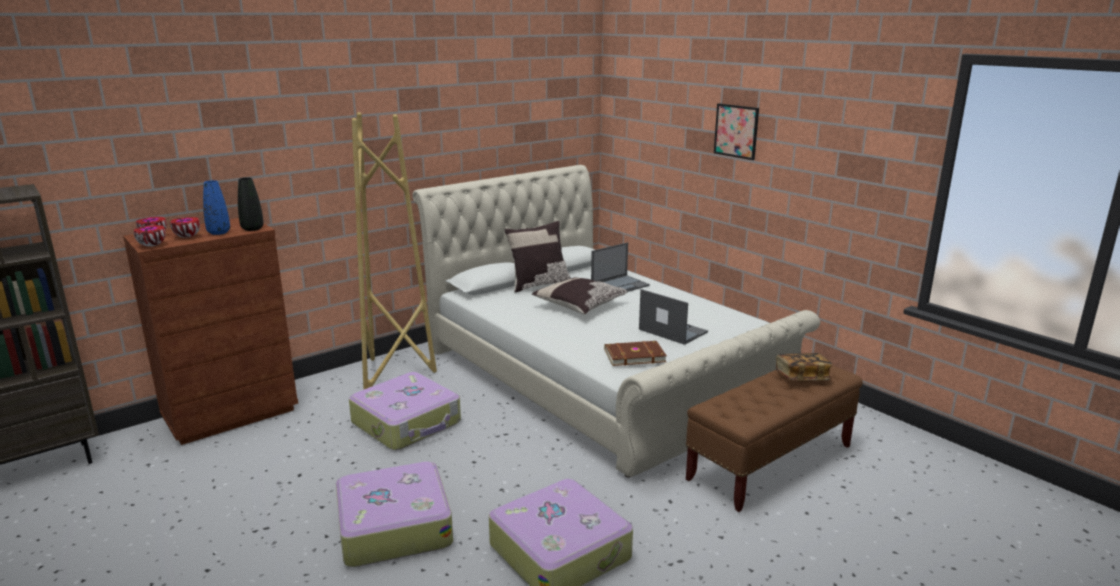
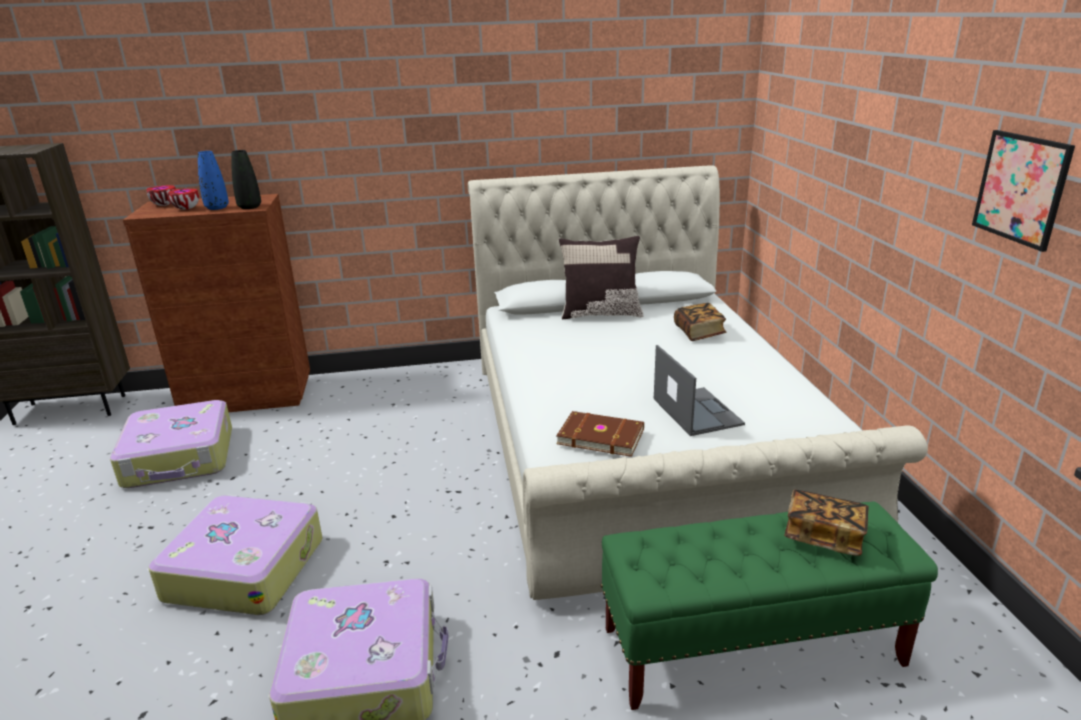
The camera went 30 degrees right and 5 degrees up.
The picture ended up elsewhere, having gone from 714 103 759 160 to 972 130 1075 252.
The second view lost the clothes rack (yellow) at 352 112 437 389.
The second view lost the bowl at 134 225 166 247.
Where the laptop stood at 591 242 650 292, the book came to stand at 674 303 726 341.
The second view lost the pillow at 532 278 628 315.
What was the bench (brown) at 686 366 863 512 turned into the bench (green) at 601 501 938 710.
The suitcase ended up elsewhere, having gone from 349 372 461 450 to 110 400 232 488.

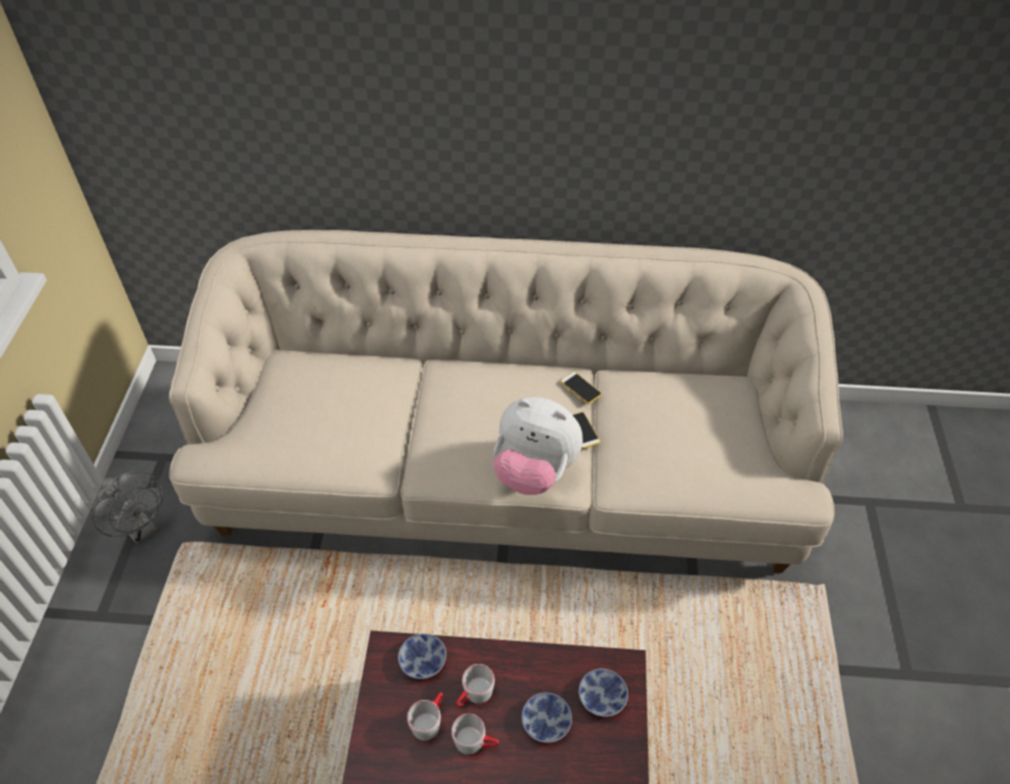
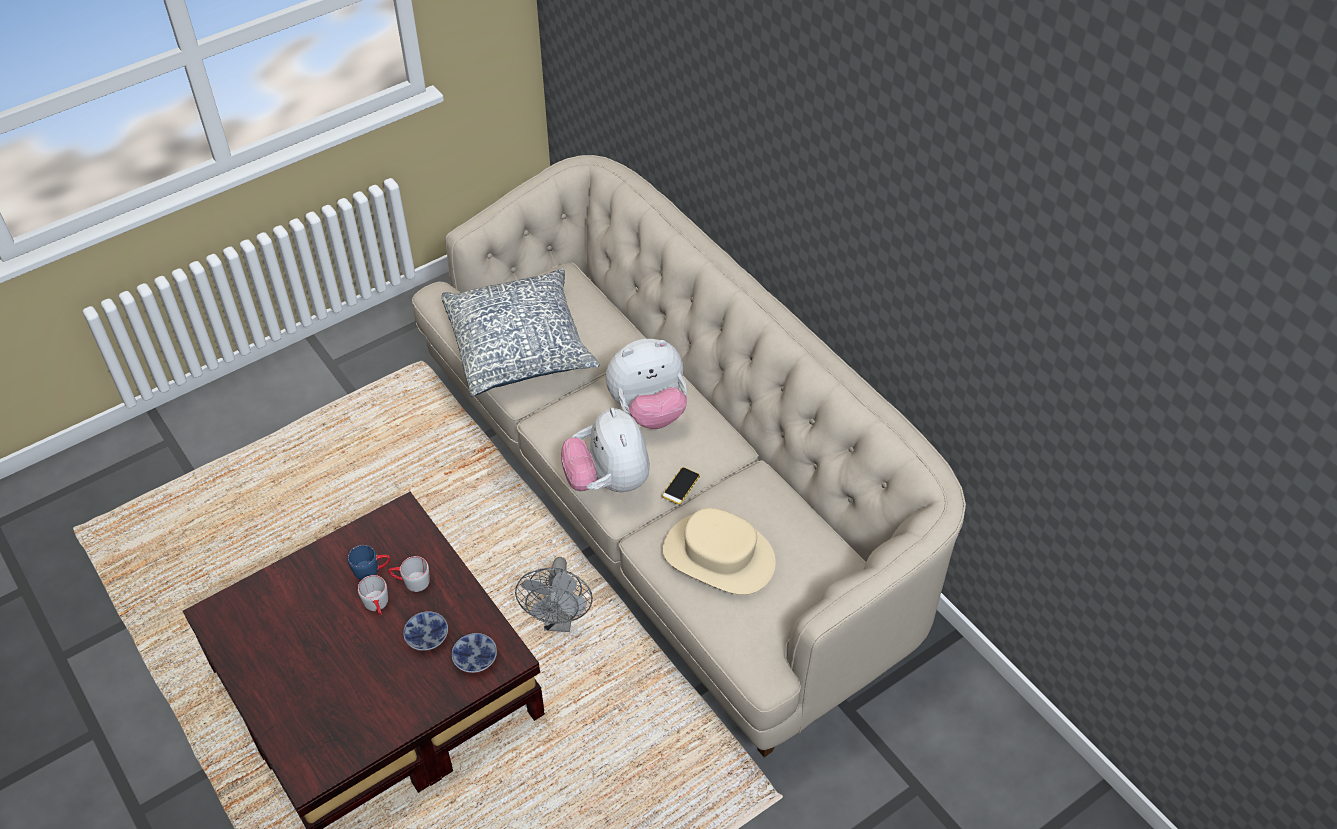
The camera went 50 degrees right and 0 degrees up.
The second view lost the phone at 560 372 602 404.
The fan (grey) ended up elsewhere, having gone from 91 471 164 544 to 515 557 593 632.
The second view lost the bowl at 398 633 446 679.
What was the mug (grey) at 407 692 443 741 turned into the mug (blue) at 348 545 390 580.
The second view gained the pillow at 442 268 600 397.
The second view gained the plush toy at 606 339 687 429.
The second view gained the hat (beige) at 663 508 776 595.

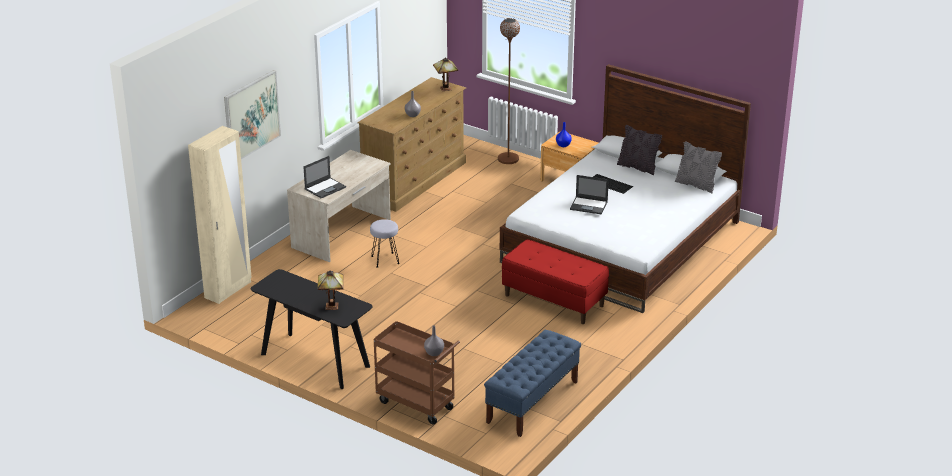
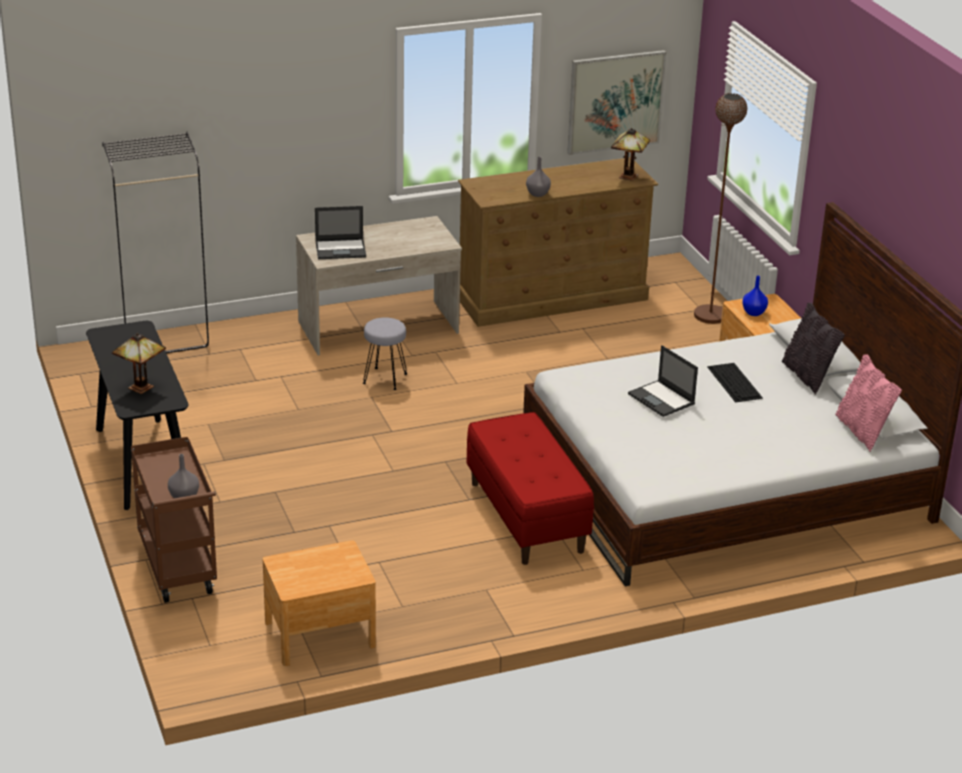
The camera went 35 degrees right and 0 degrees up.
The picture ended up elsewhere, having gone from 224 70 281 159 to 567 50 666 155.
Where the wardrobe (beige) stood at 188 126 252 304, the clothes rack (black) came to stand at 102 131 209 353.
What was the pillow (grey) at 675 142 722 193 turned into the pillow (pink) at 835 354 902 452.
Where the bench (blue) stood at 484 330 581 437, the nightstand (brown) came to stand at 263 540 376 666.

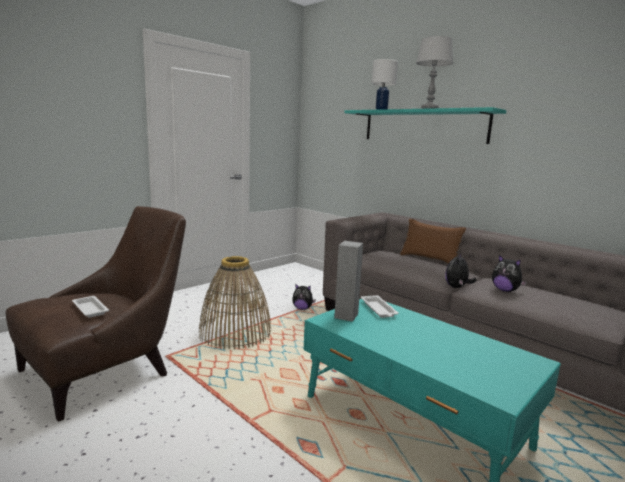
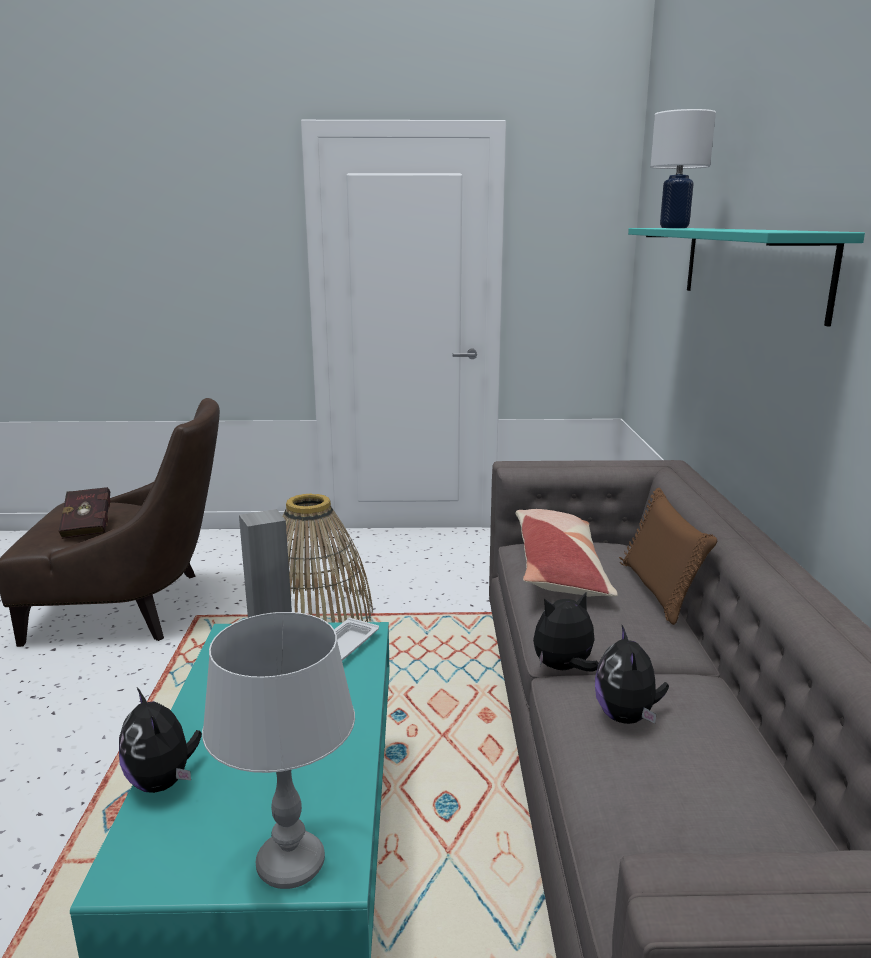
The camera went 45 degrees right and 5 degrees up.
The table lamp (grey) ended up elsewhere, having gone from 416 36 453 109 to 202 612 355 889.
The plush toy ended up elsewhere, having gone from 292 284 316 310 to 119 688 202 793.
Where the tray (white) stood at 72 296 109 318, the book (red) came to stand at 59 487 111 539.
The second view gained the pillow at 516 509 618 597.

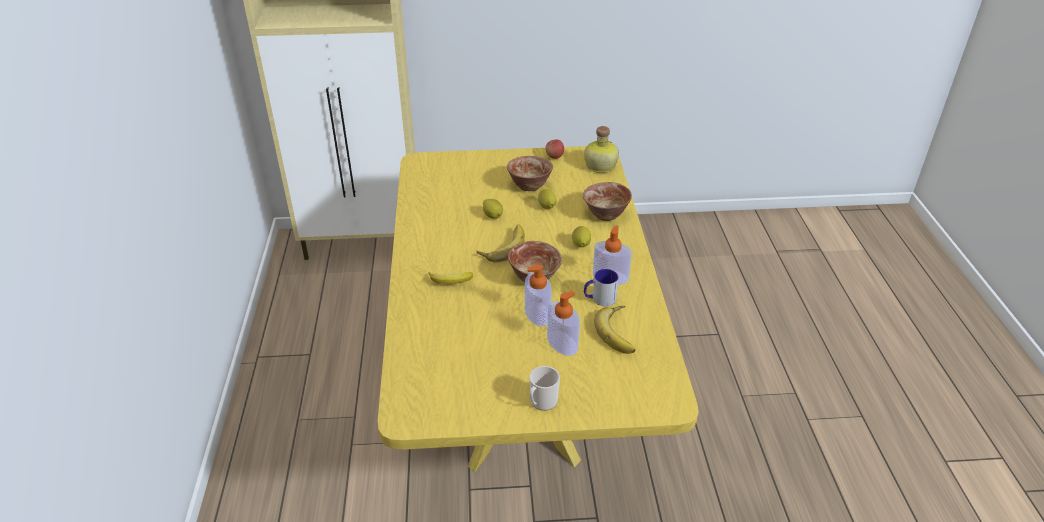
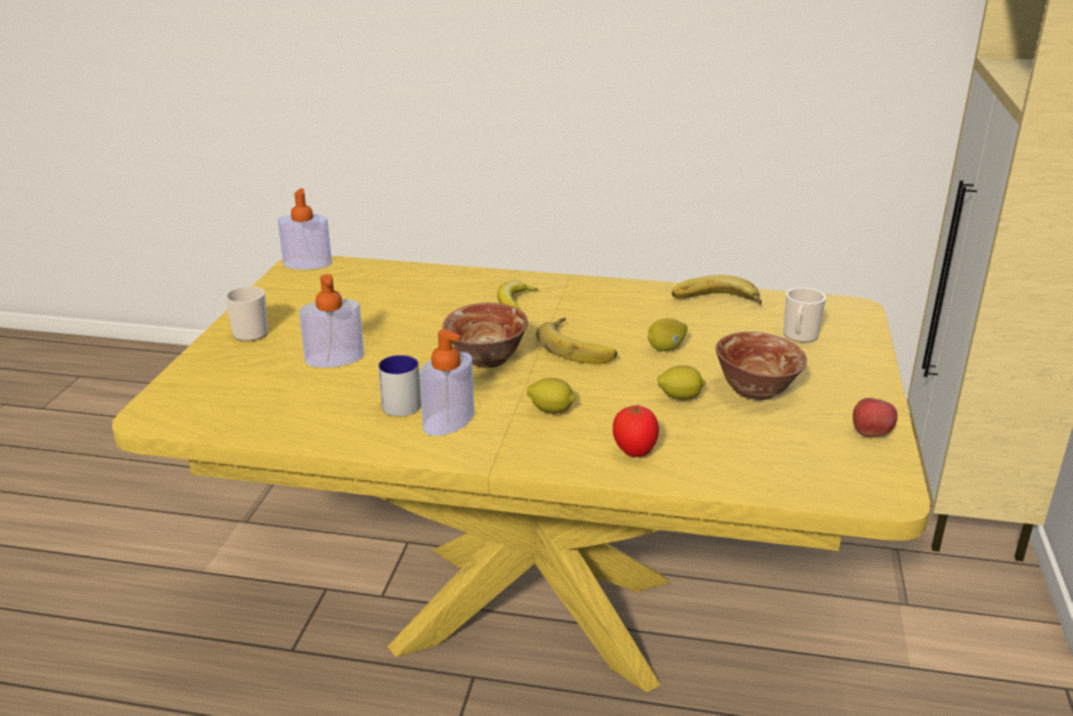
The camera went 105 degrees right and 10 degrees down.
The second view lost the bottle at 584 126 619 173.
Where the bowl stood at 583 182 632 221, the tomato came to stand at 613 405 659 457.
The soap dispenser ended up elsewhere, having gone from 525 265 552 326 to 278 188 332 270.
The banana ended up elsewhere, having gone from 594 306 635 354 to 672 275 762 305.
The second view gained the mug at 783 287 826 343.

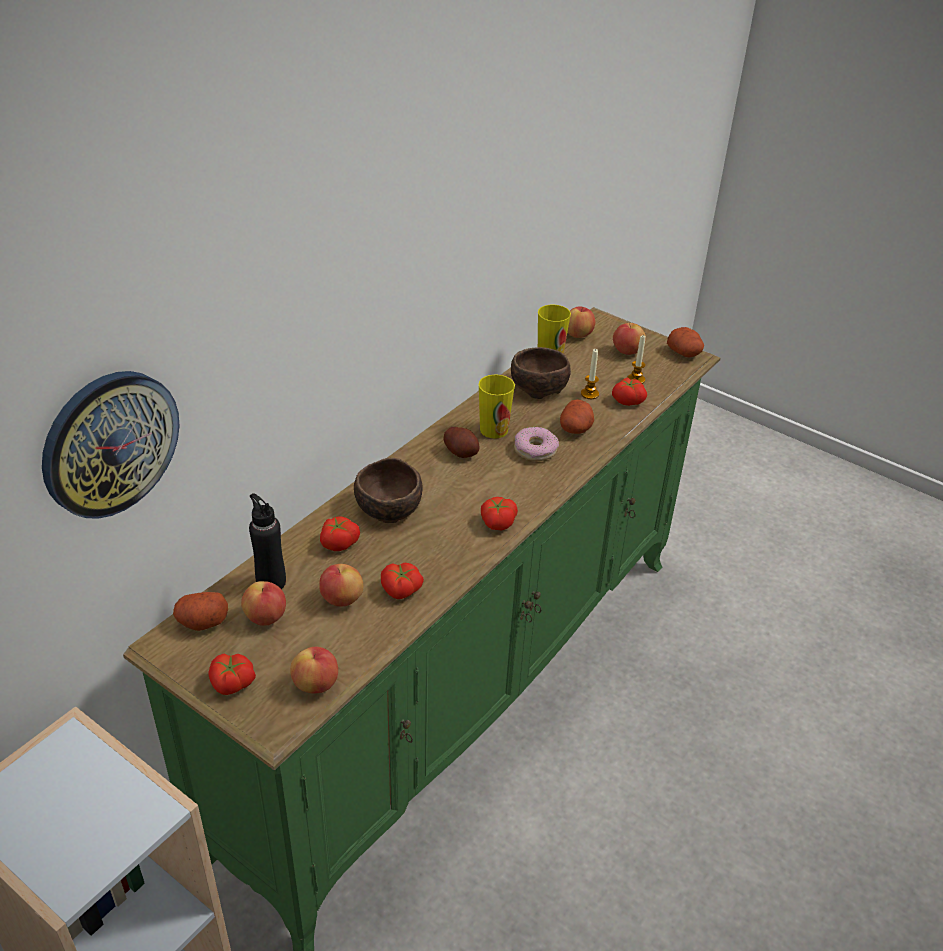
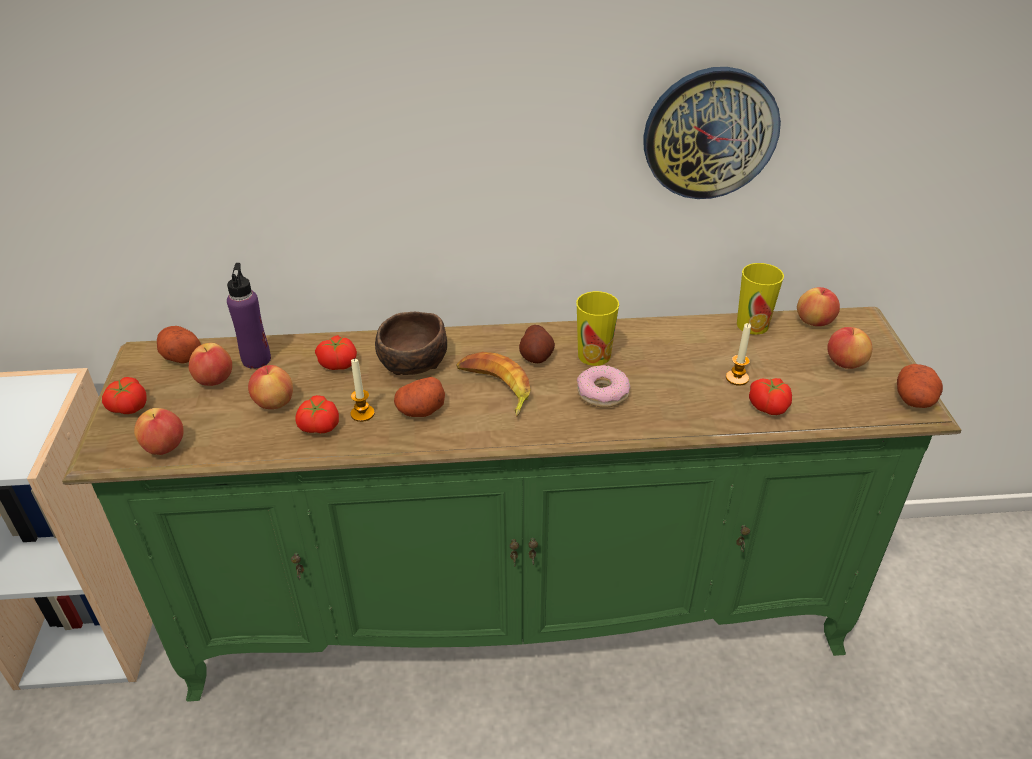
The camera went 50 degrees right and 0 degrees up.
The candle ended up elsewhere, having gone from 628 335 646 384 to 351 358 375 422.
The second view lost the bowl (brown) at 511 347 571 399.
The wall clock ended up elsewhere, having gone from 42 371 179 519 to 643 67 781 199.
The potato ended up elsewhere, having gone from 560 399 594 434 to 394 377 445 417.
What was the bottle (black) at 249 493 286 589 turned into the bottle (purple) at 227 263 271 369.
The second view lost the tomato at 481 497 518 530.
The second view gained the banana at 456 352 531 417.

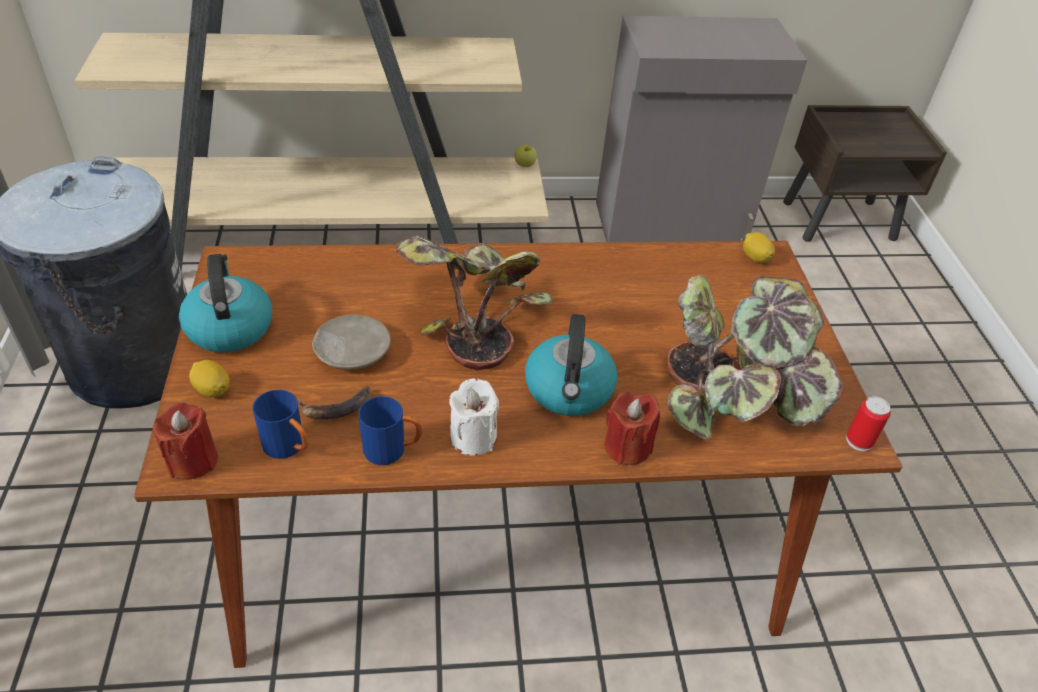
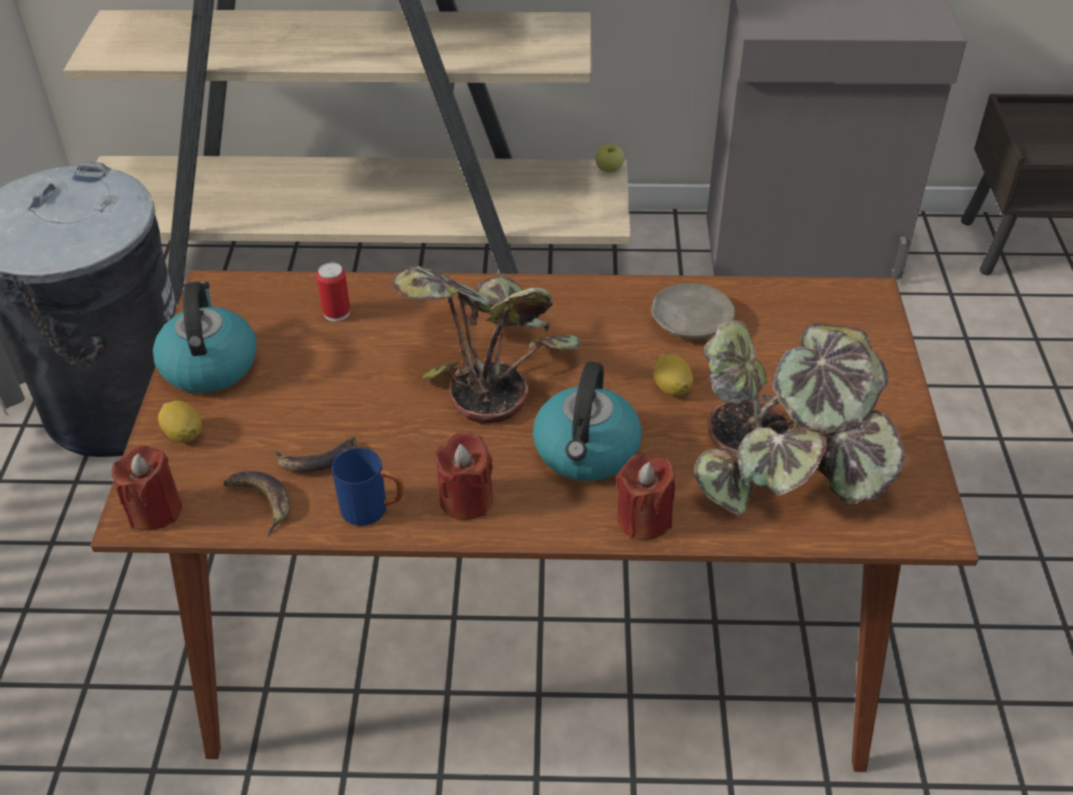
The camera went 10 degrees right and 0 degrees up.
The lemon ended up elsewhere, having gone from 743 232 775 263 to 653 354 693 396.
The plate (beige) ended up elsewhere, having gone from 312 315 391 370 to 651 283 735 339.
What was the candle (white) at 449 378 499 456 turned into the candle (red) at 434 432 493 520.
Where the mug (blue) stood at 253 390 308 459, the banana came to stand at 223 471 290 537.
The can ended up elsewhere, having gone from 846 396 891 451 to 317 263 350 321.

